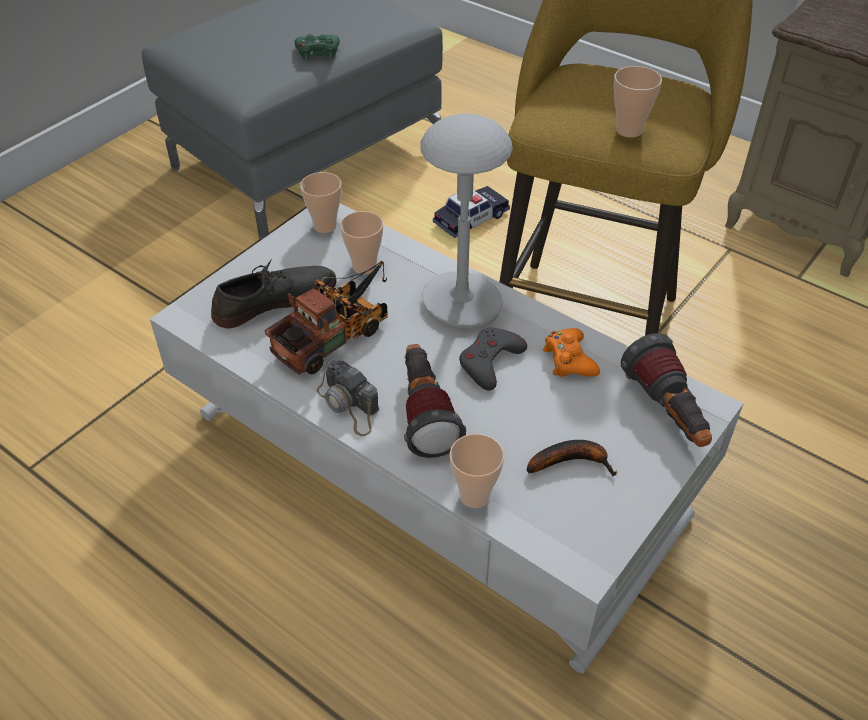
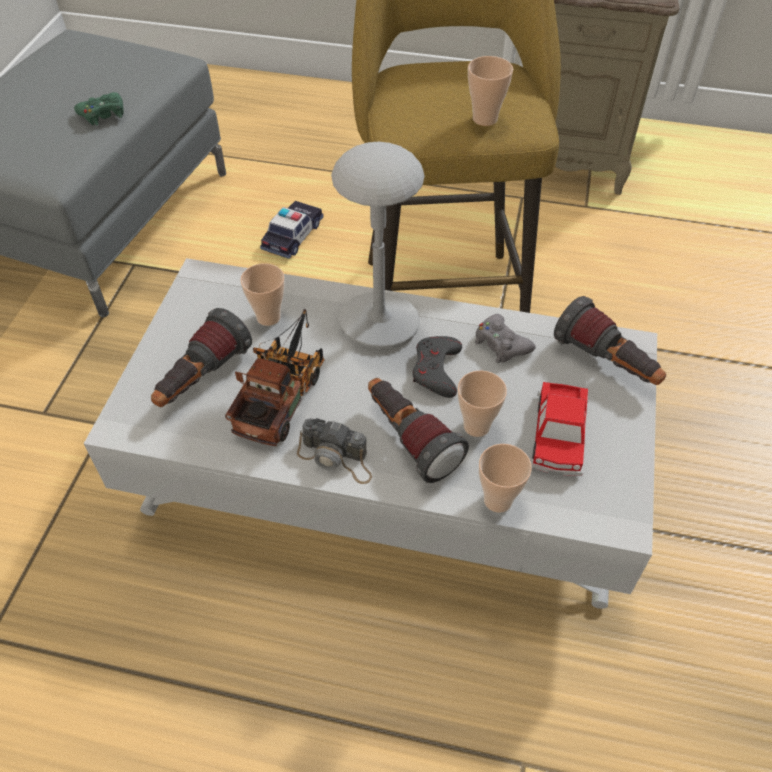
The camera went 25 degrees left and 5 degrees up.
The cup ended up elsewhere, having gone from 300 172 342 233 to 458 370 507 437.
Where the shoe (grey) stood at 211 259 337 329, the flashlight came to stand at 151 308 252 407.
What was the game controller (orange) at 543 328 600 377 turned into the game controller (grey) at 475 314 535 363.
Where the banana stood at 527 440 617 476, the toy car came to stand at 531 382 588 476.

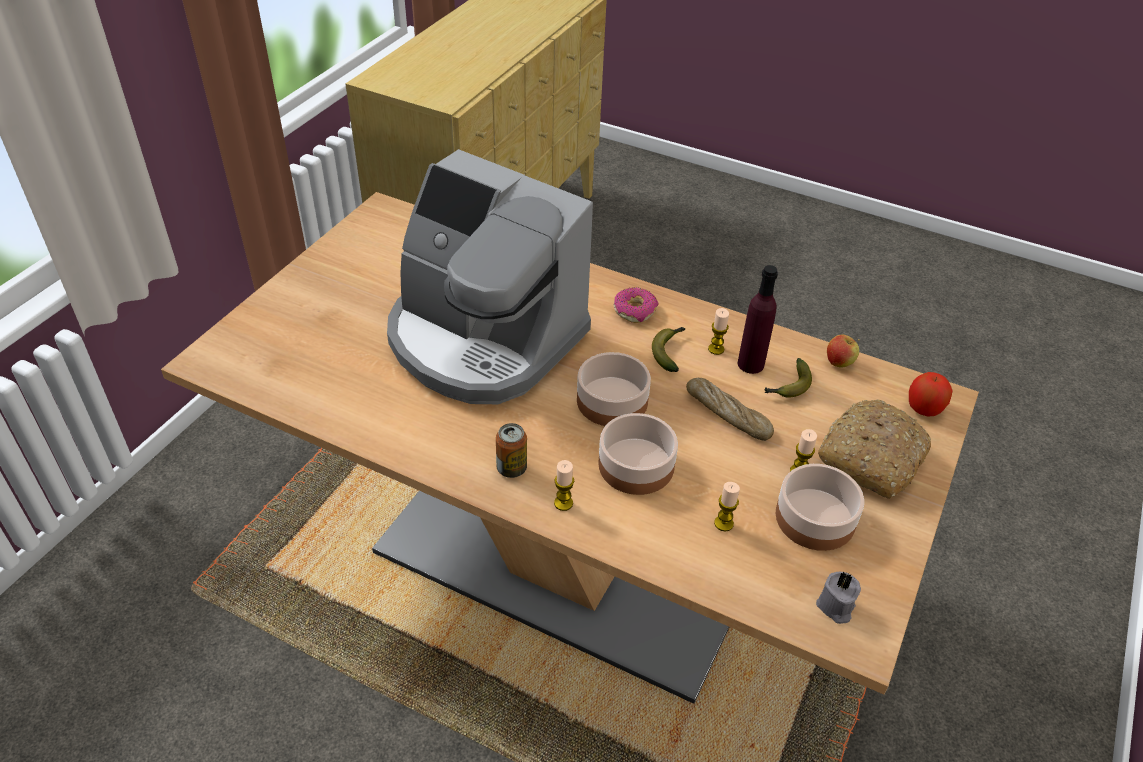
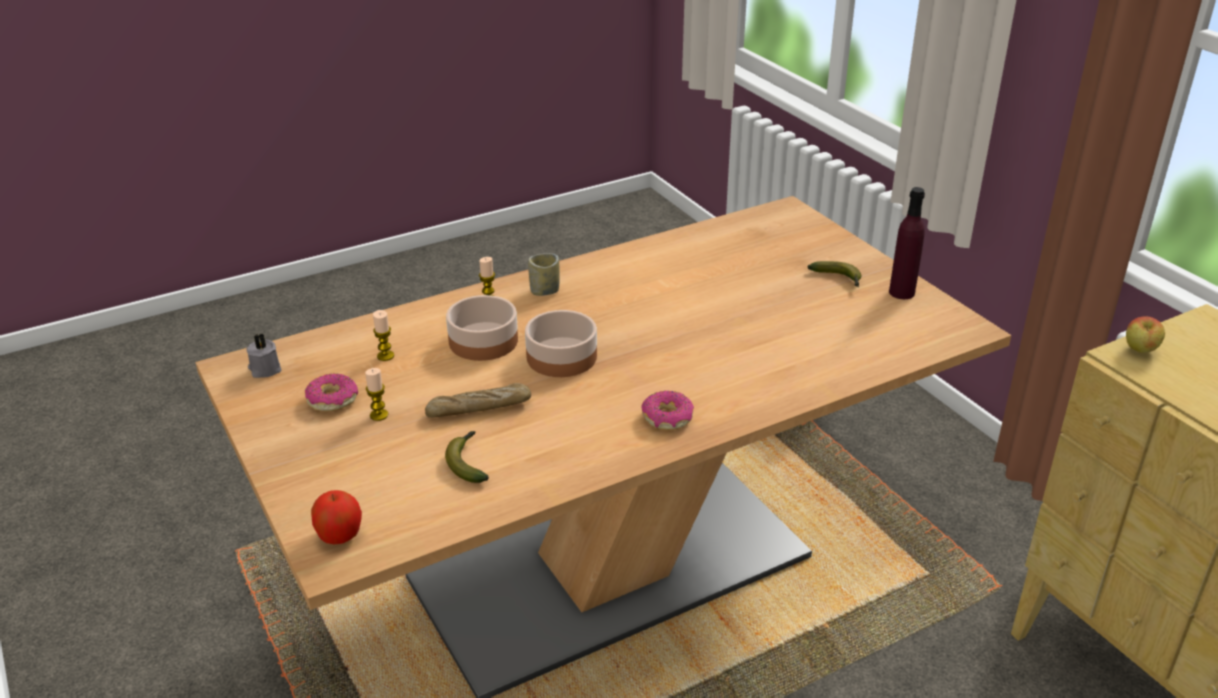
The camera went 125 degrees right and 10 degrees down.
The second view lost the coffee machine at 387 149 593 404.
The bottle (purple) ended up elsewhere, having gone from 738 265 778 374 to 889 187 925 299.
The second view lost the candle at 708 308 729 355.
The banana ended up elsewhere, having gone from 652 327 685 372 to 808 261 862 287.
The apple ended up elsewhere, having gone from 827 335 860 367 to 1126 317 1165 353.
The second view lost the bread at 818 399 931 499.
Where the can stood at 496 423 527 478, the cup came to stand at 528 253 560 296.
Where the bowl stood at 775 464 864 551, the donut came to stand at 305 374 358 411.

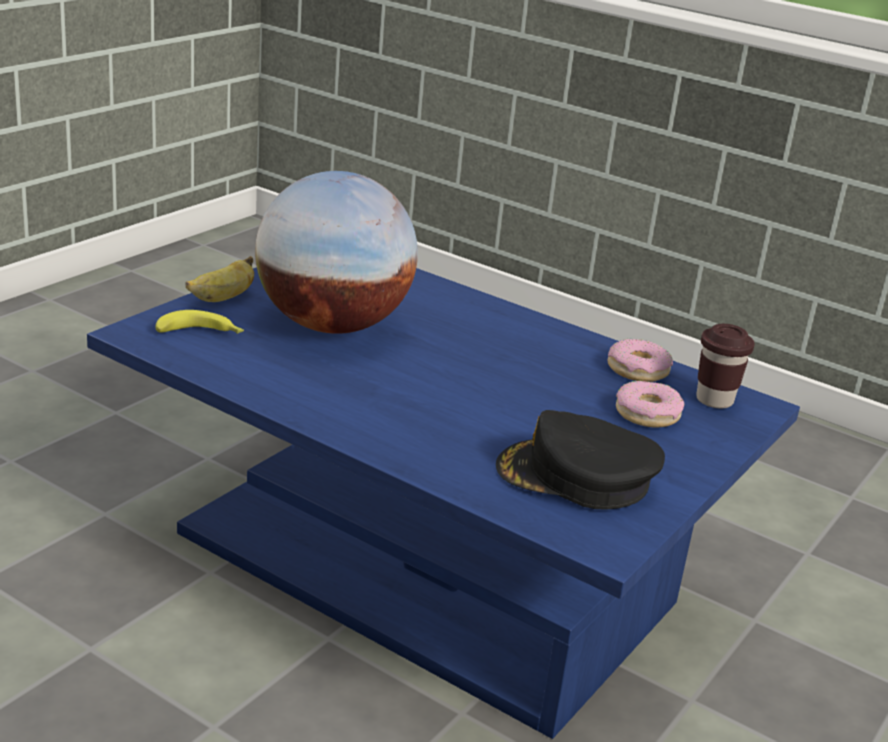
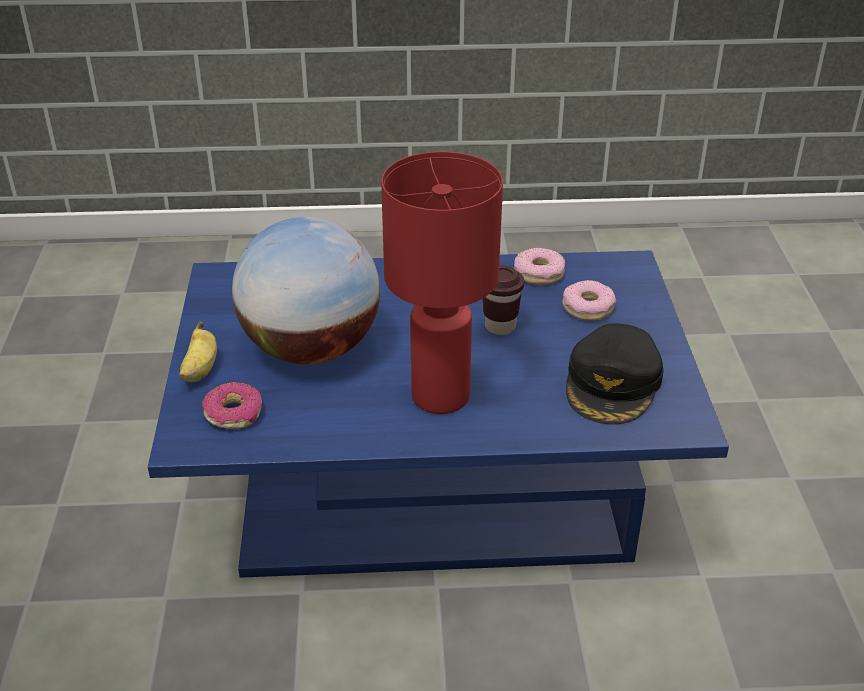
The camera went 35 degrees left and 10 degrees up.
Where the banana stood at 155 310 244 334, the donut came to stand at 202 382 262 429.
The cup (brown) ended up elsewhere, having gone from 696 324 755 409 to 483 265 524 335.
The cap (black) at 496 410 665 510 ended up facing another way, 45 degrees counterclockwise from before.
The second view gained the table lamp (red) at 381 151 503 414.

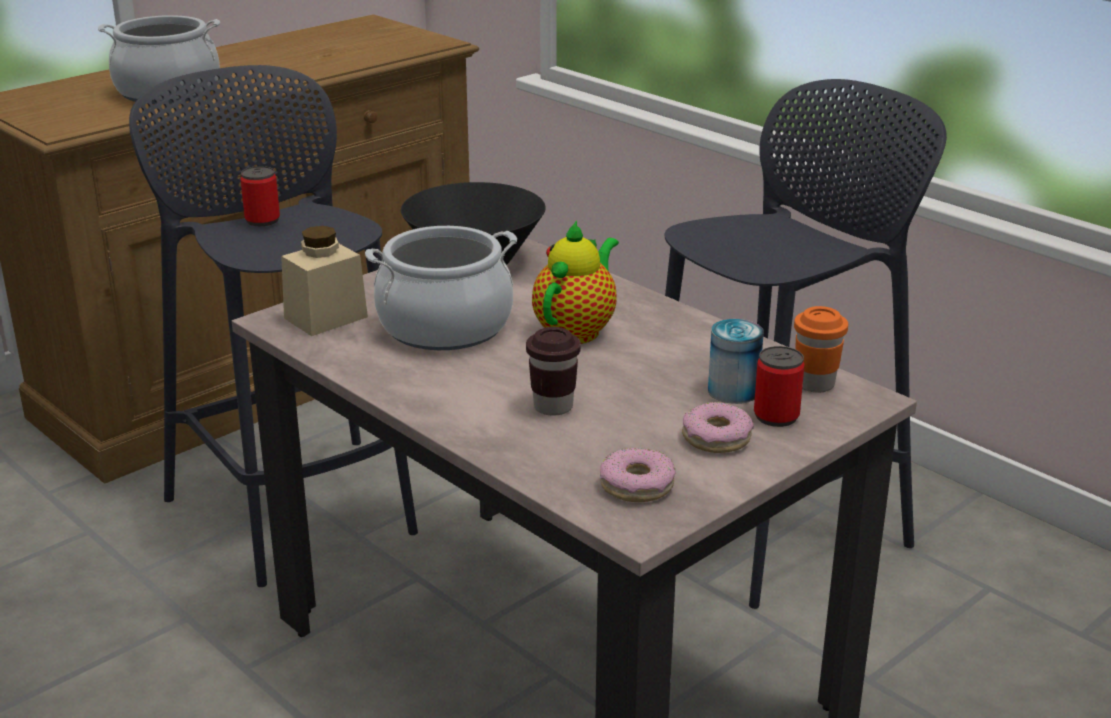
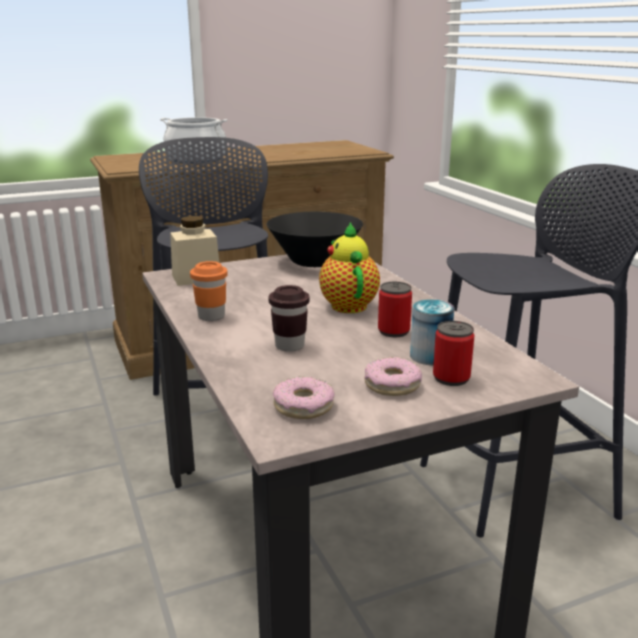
The camera went 20 degrees right and 5 degrees down.
The can ended up elsewhere, having gone from 240 166 280 226 to 378 282 412 337.
The teapot at 532 221 619 344 ended up facing another way, 60 degrees counterclockwise from before.
The second view lost the cooking pot at 365 226 517 350.
The cup (orange) ended up elsewhere, having gone from 794 306 848 392 to 190 261 228 321.

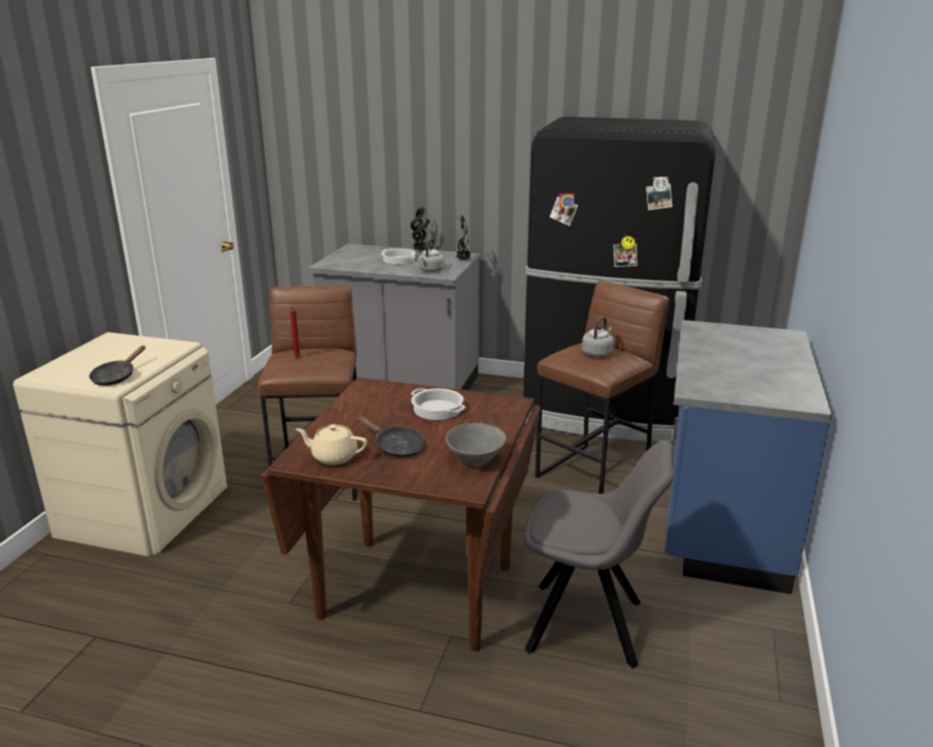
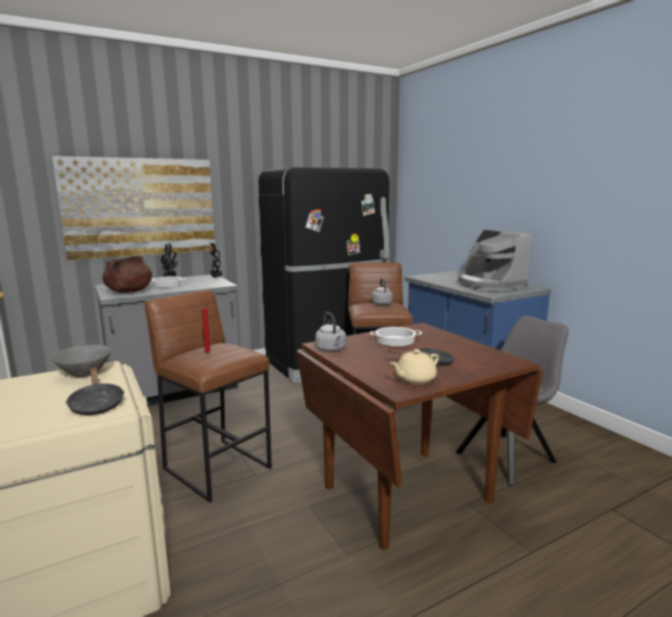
The camera went 45 degrees left and 10 degrees down.
The kettle (grey) ended up elsewhere, having gone from 419 238 444 272 to 315 312 346 352.
The bowl (grey) ended up elsewhere, having gone from 446 423 506 466 to 52 345 111 377.
The second view gained the picture at 52 156 215 260.
The second view gained the coffee machine at 458 230 531 291.
The second view gained the cooking pot (brown) at 103 255 152 293.

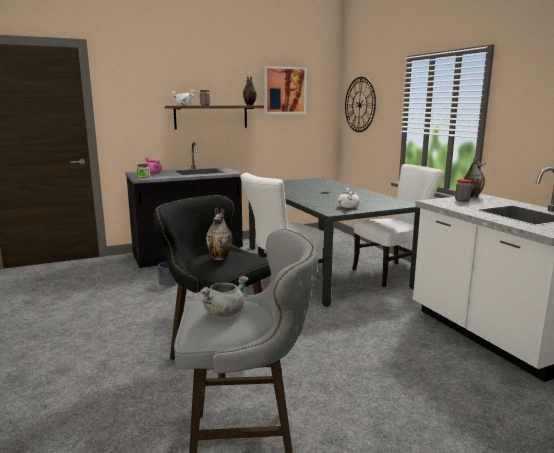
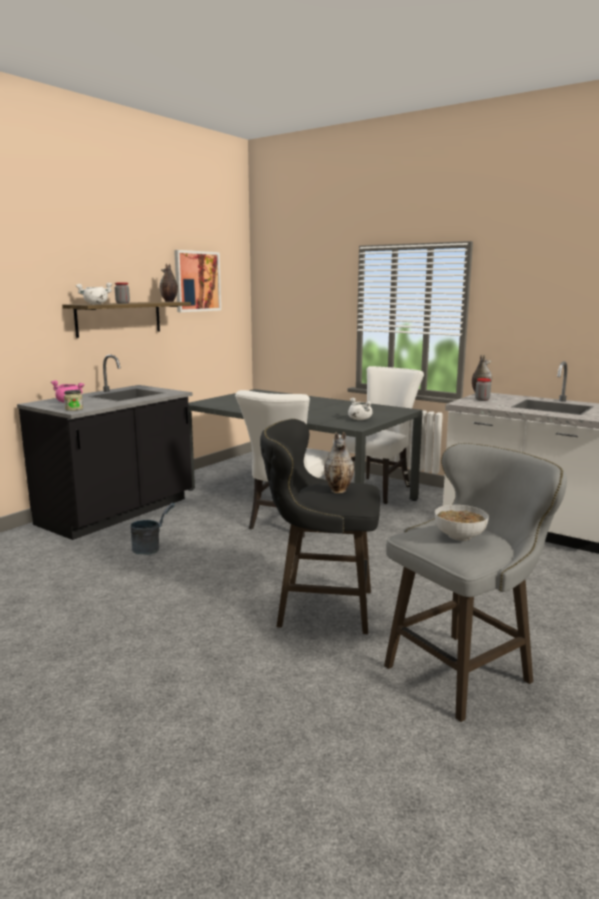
The camera went 30 degrees left and 0 degrees up.
The second view lost the wall clock at 345 77 376 132.
Where the cooking pot (grey) stood at 200 276 248 317, the bowl came to stand at 435 505 489 541.

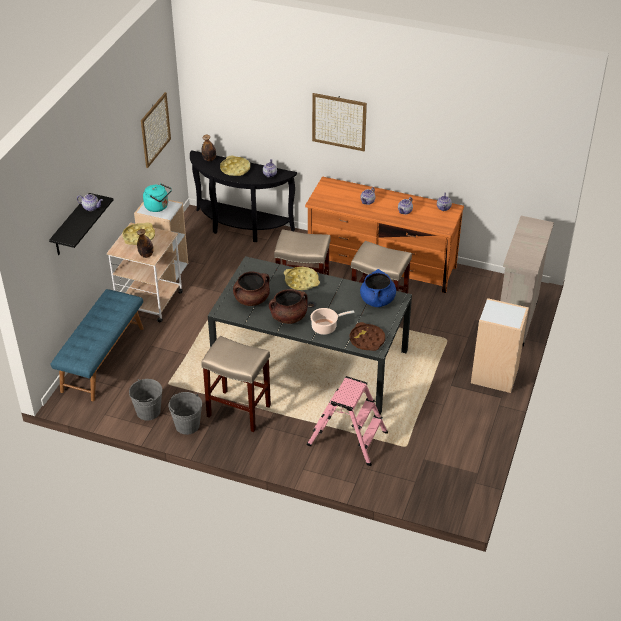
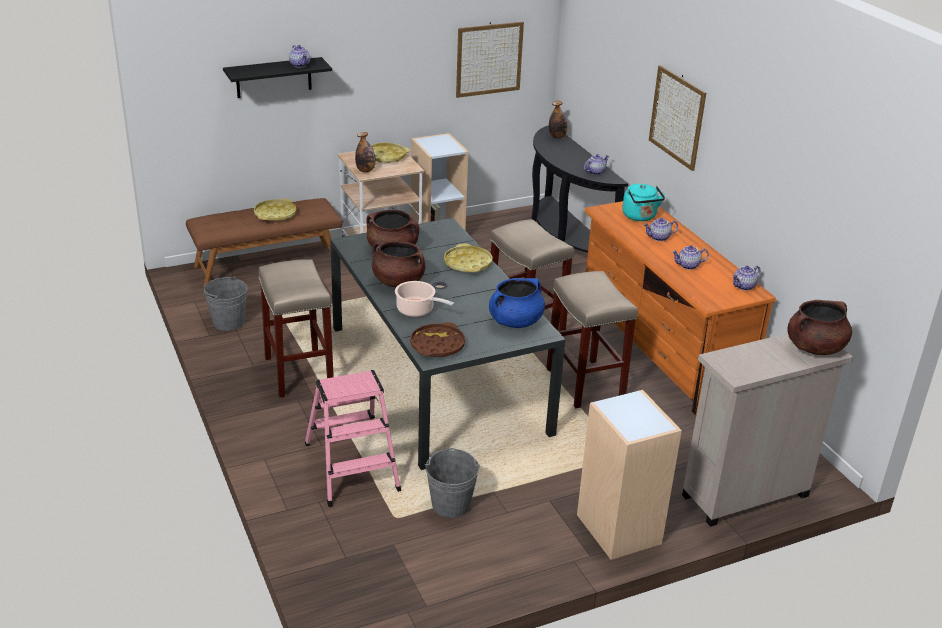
The camera went 45 degrees right and 10 degrees down.
The tray (yellow) ended up elsewhere, having gone from 220 156 250 176 to 254 198 296 221.
The kettle (turquoise) ended up elsewhere, having gone from 143 183 172 212 to 622 184 665 221.
What was the bench (blue) at 51 289 144 401 turned into the bench (brown) at 186 198 342 287.
The bucket (grey) ended up elsewhere, having gone from 168 392 202 435 to 425 448 480 518.
The second view gained the cooking pot (brown) at 787 300 852 355.

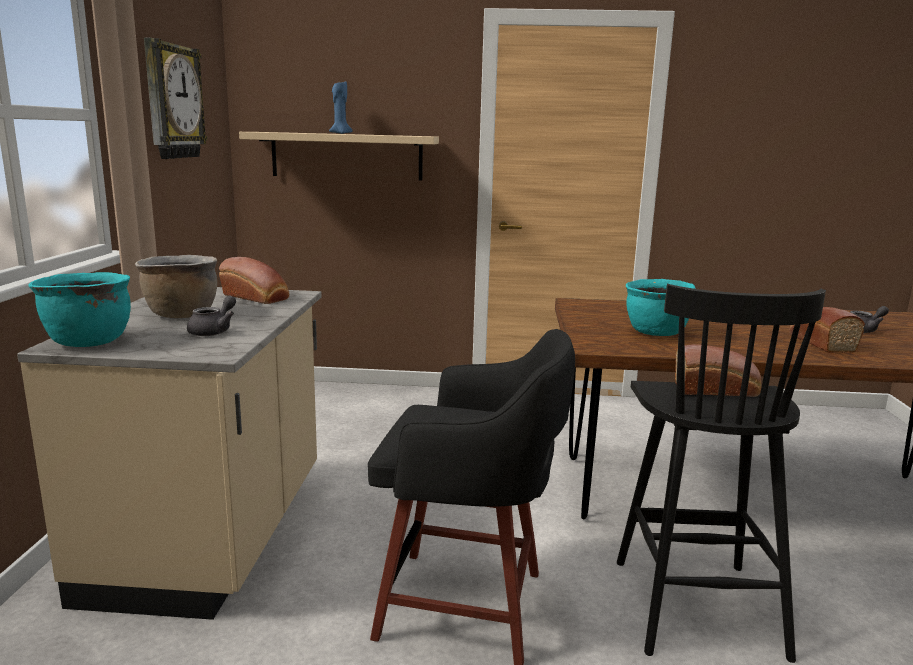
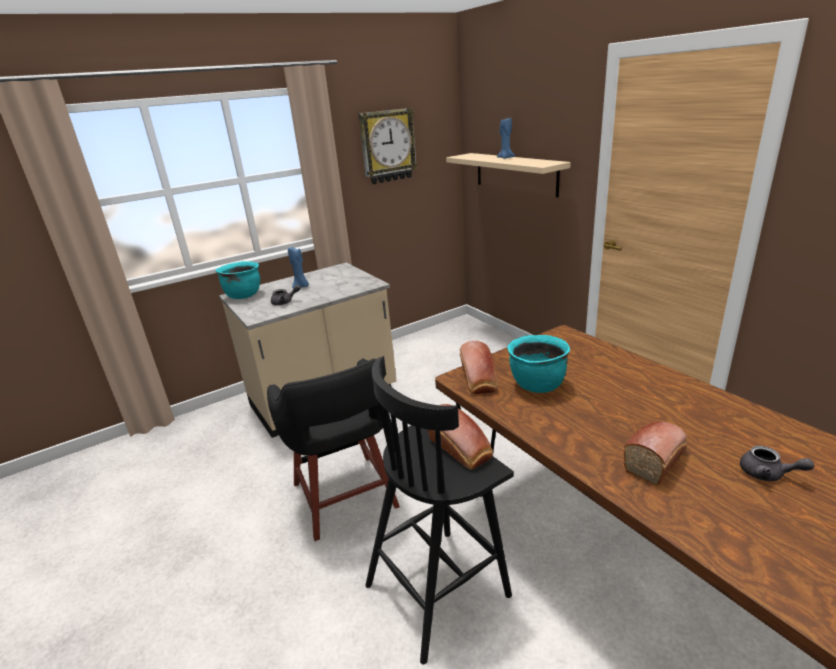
The camera went 55 degrees right and 10 degrees up.
Where the cooking pot (brown) stood at 135 255 217 318, the candle (blue) came to stand at 288 247 309 288.
The bread ended up elsewhere, having gone from 219 257 289 304 to 460 341 498 395.

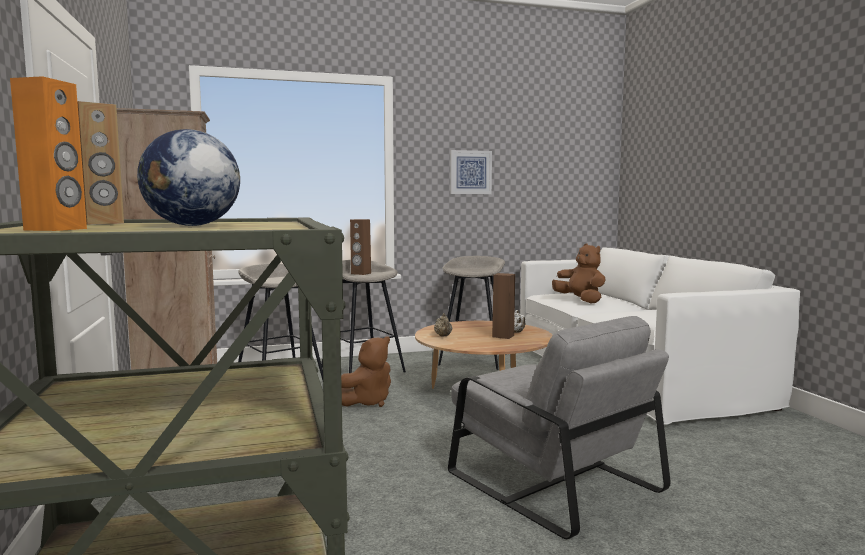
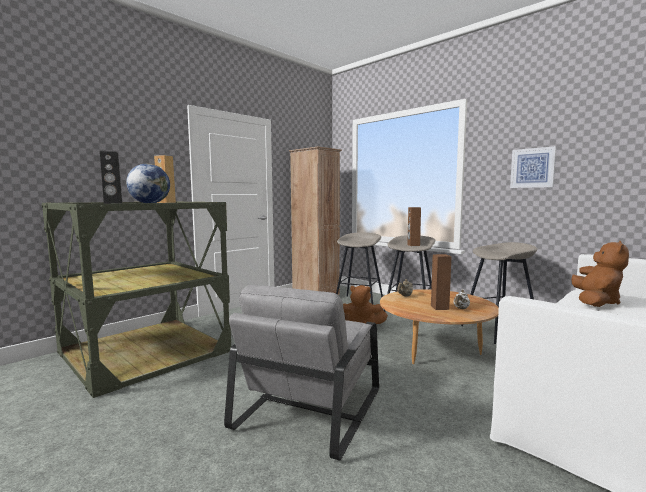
The camera went 60 degrees right and 0 degrees up.
What was the speaker (orange) at 10 76 87 231 turned into the speaker (black) at 100 151 122 204.

